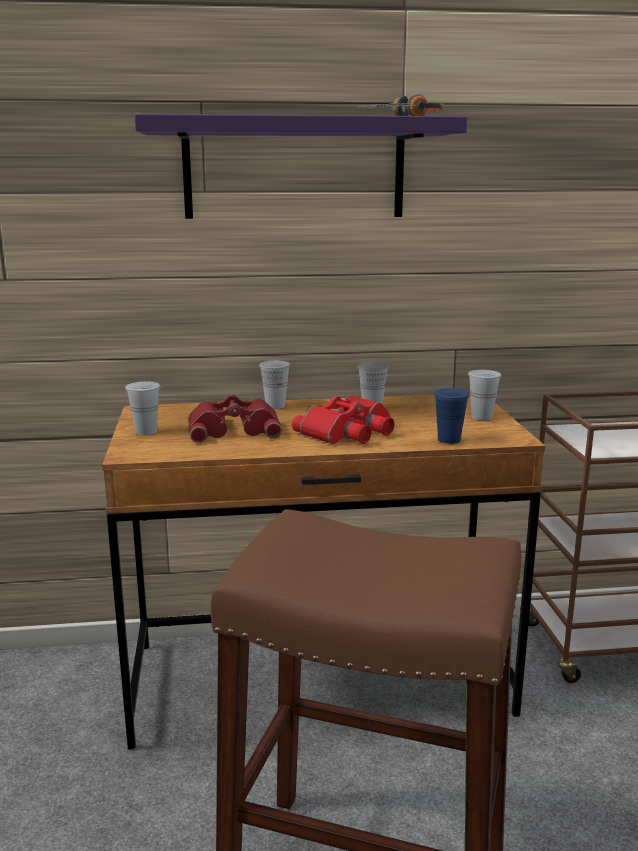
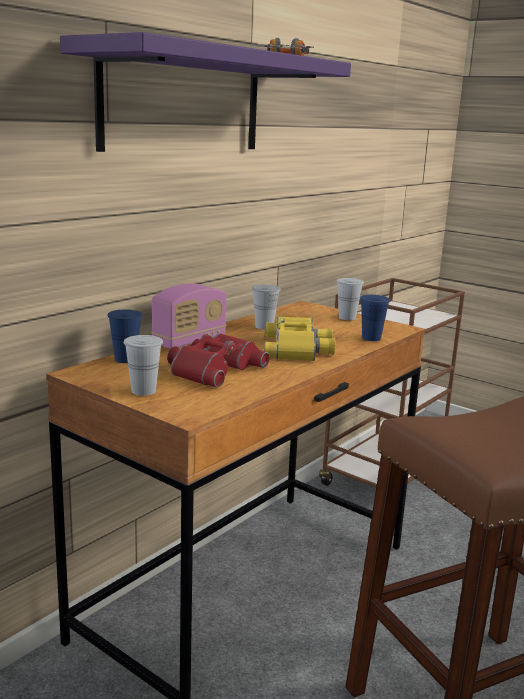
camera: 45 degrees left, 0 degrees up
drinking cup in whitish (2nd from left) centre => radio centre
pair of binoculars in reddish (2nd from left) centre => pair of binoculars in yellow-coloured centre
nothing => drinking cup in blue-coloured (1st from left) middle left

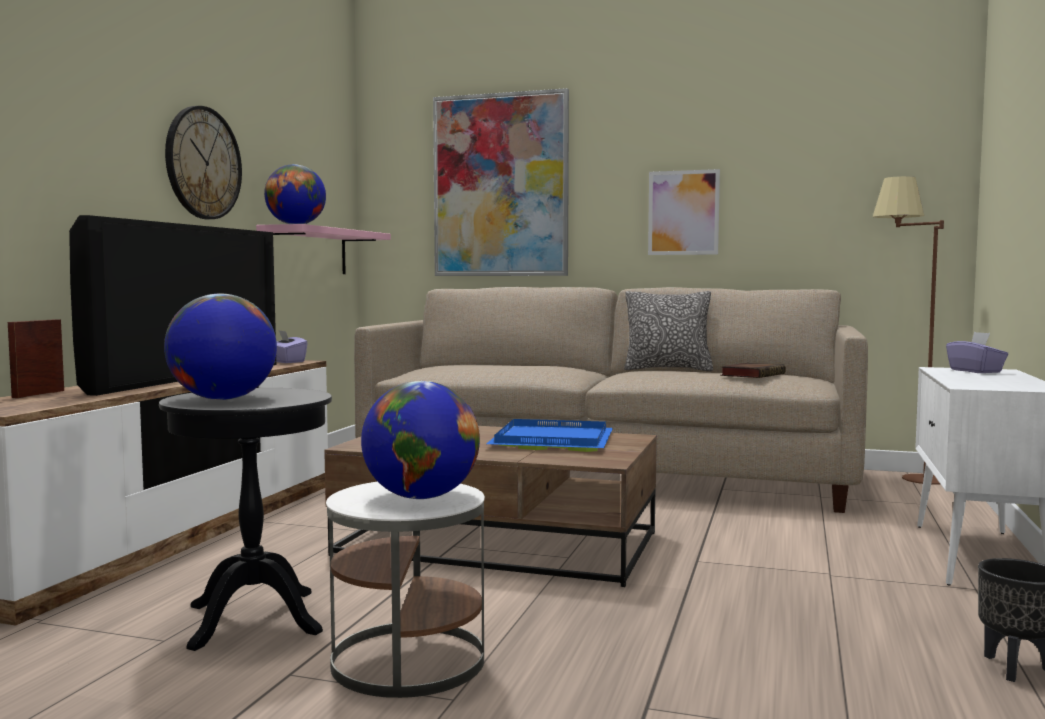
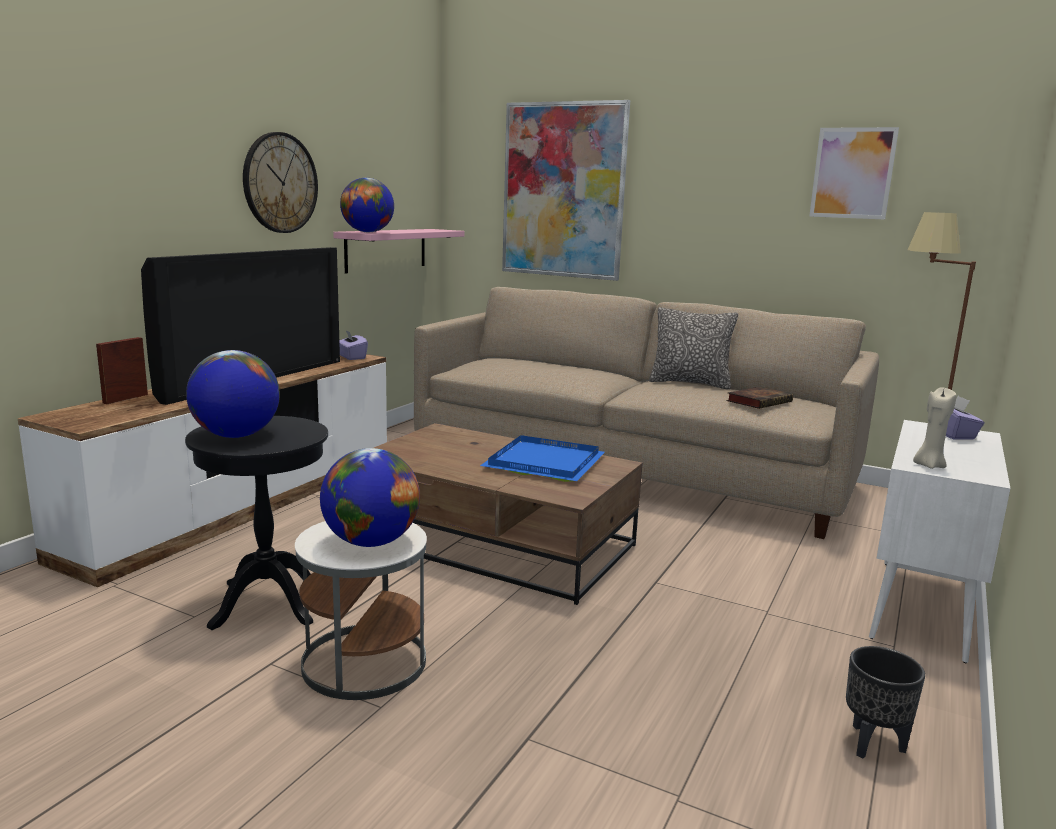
camera: 10 degrees right, 10 degrees up
picture (2nd from left) top centre => picture (2nd from left) top right, move
nothing => candle in sand-coloured middle right

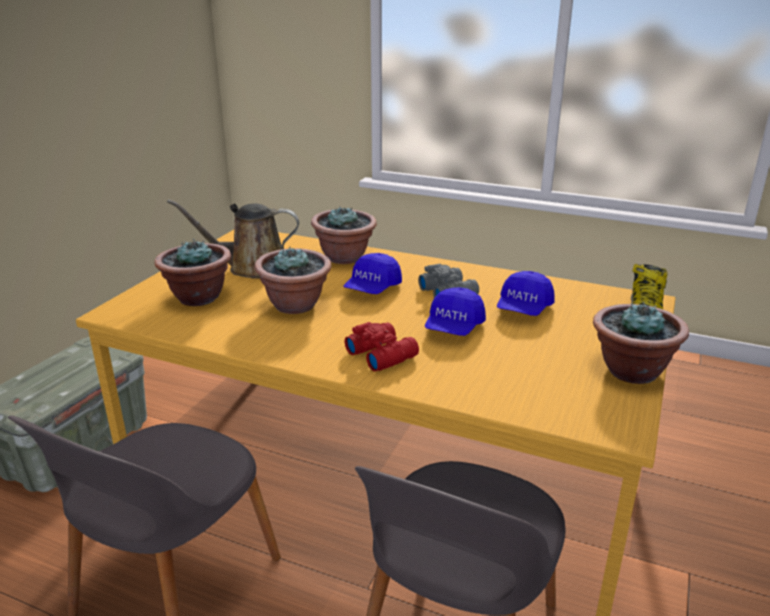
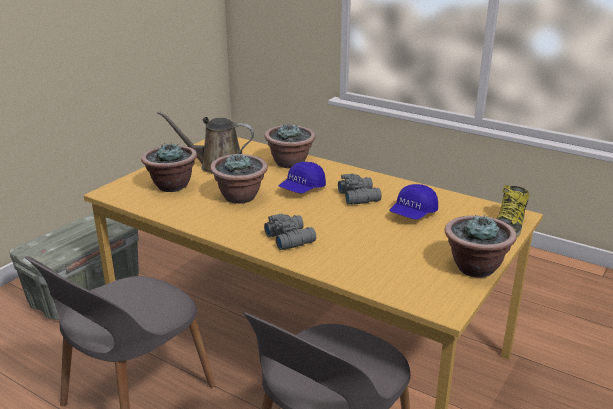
camera: 10 degrees right, 0 degrees up
pair of binoculars in reddish centre => pair of binoculars in greyish (1st from left) centre
cap in blue-coloured (2nd from left) centre => nothing

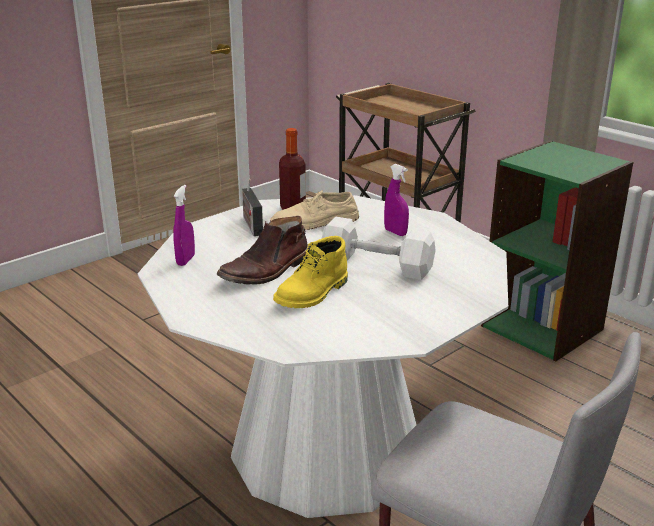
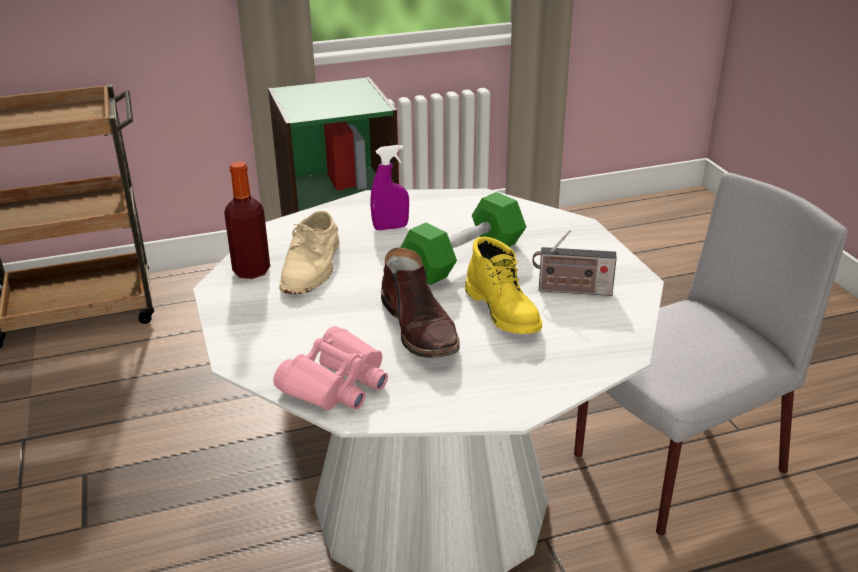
camera: 65 degrees left, 5 degrees up
sprayer in purple (1st from left) middle left => pair of binoculars in pink-coloured centre
radio centre => radio middle right, move
free weight in whitish centre => free weight in greenish centre

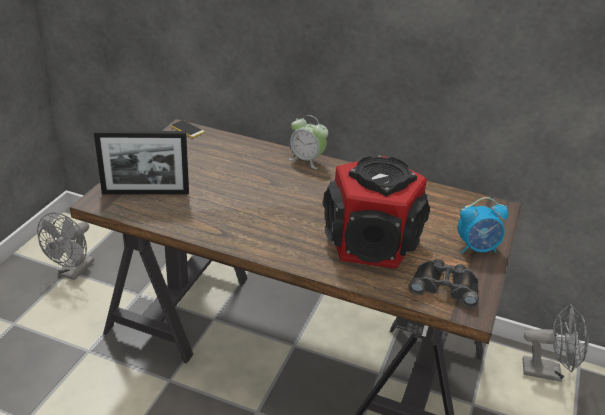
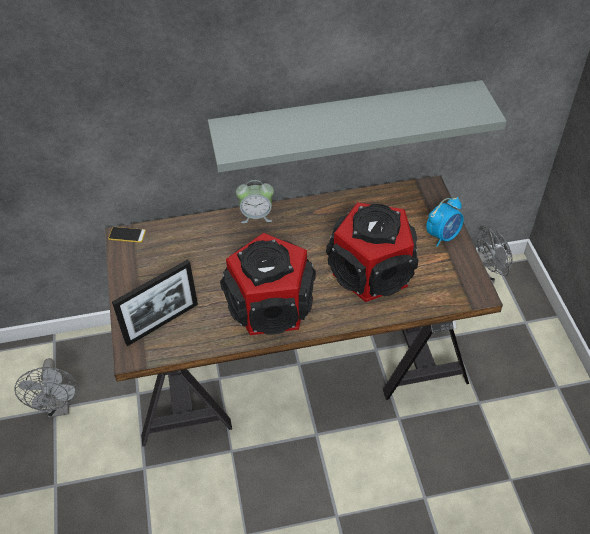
camera: 30 degrees left, 15 degrees up
pair of binoculars in black bottom right => nothing
nothing => wall shelf in greyish top centre
nothing => speaker (1st from left) centre

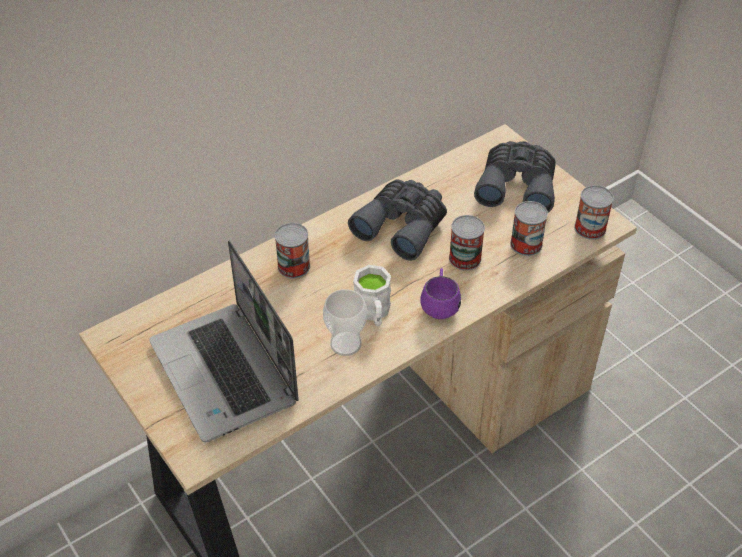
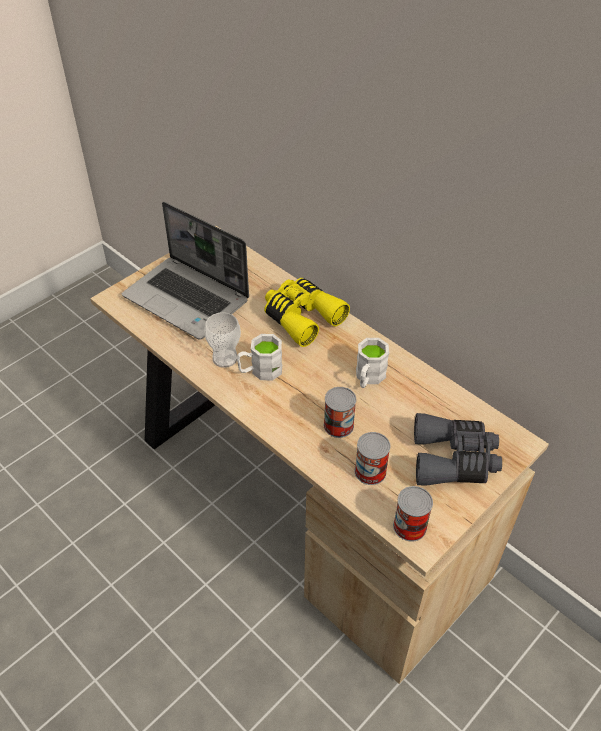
camera: 80 degrees right, 0 degrees up
portable computer middle left, 105 degrees counterclockwise
metal can (1st from left) centre => pair of binoculars in yellow-coloured centre
pair of binoculars in greyish (1st from left) centre => tea mug in whitish (2nd from left) centre
tea mug in purple centre => nothing

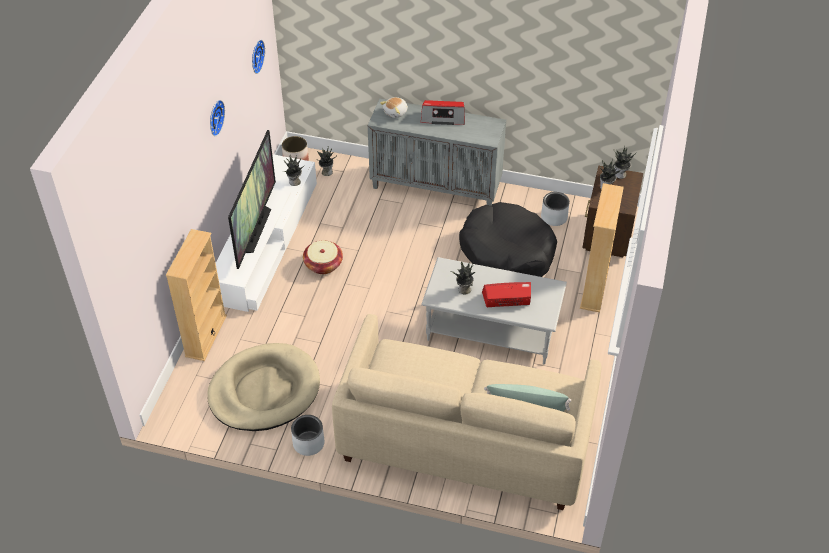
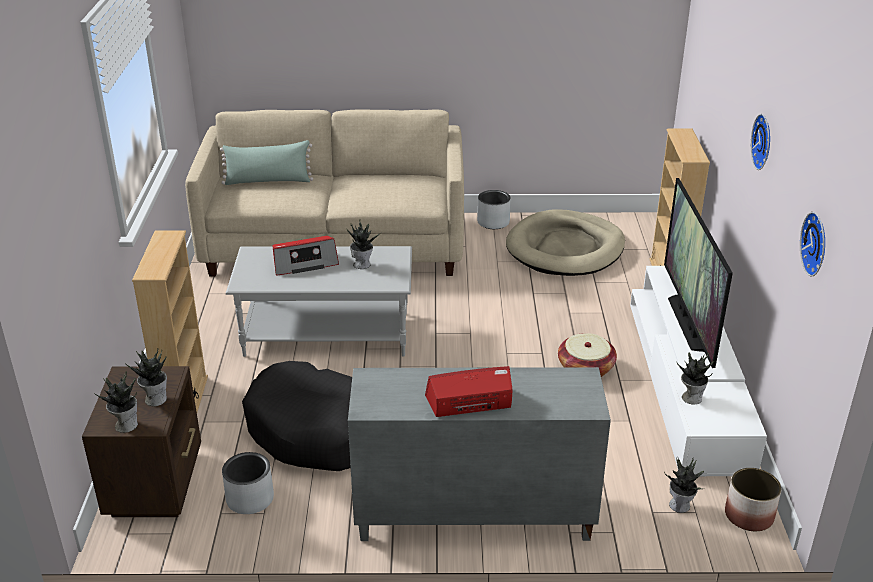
camera: 165 degrees right, 15 degrees down
plush toy top centre => nothing

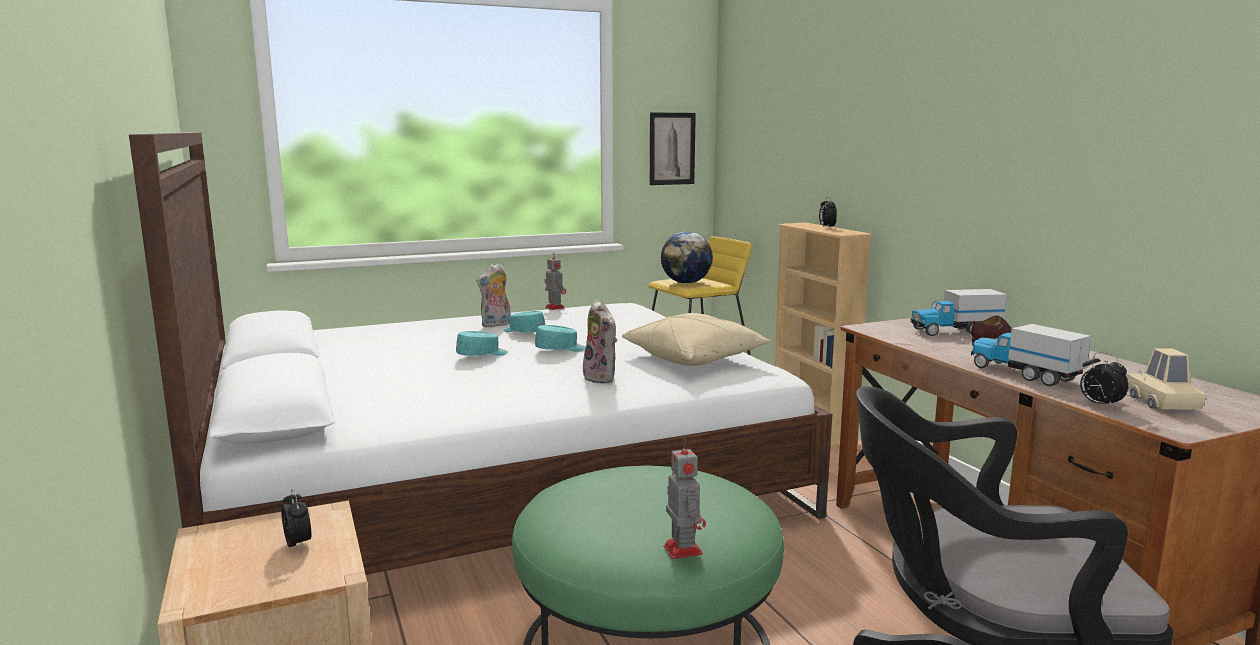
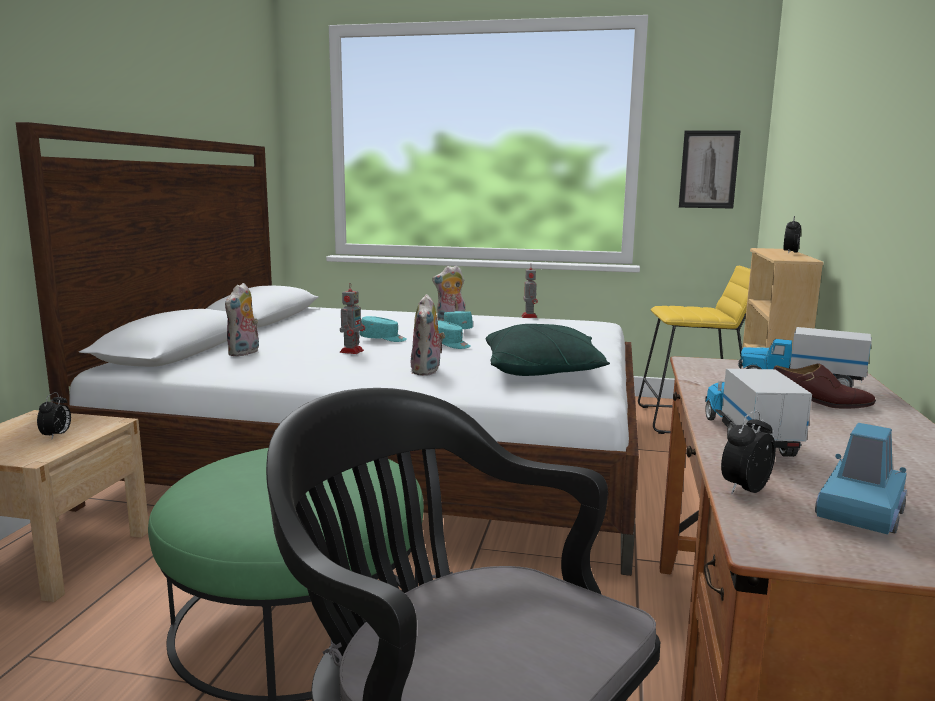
camera: 35 degrees right, 0 degrees up
cushion in sand-coloured centre => cushion in greenish centre
desk globe centre => nothing
toy robot (2nd from left in the first image) bottom centre => toy robot (1st from left) centre, move
table clock (3rd from left in the first image) middle right => table clock (2nd from left) middle right, 45 degrees clockwise
model car in sand-coloured middle right => model car in blue-coloured bottom right
nothing => plush toy (1st from left) middle left

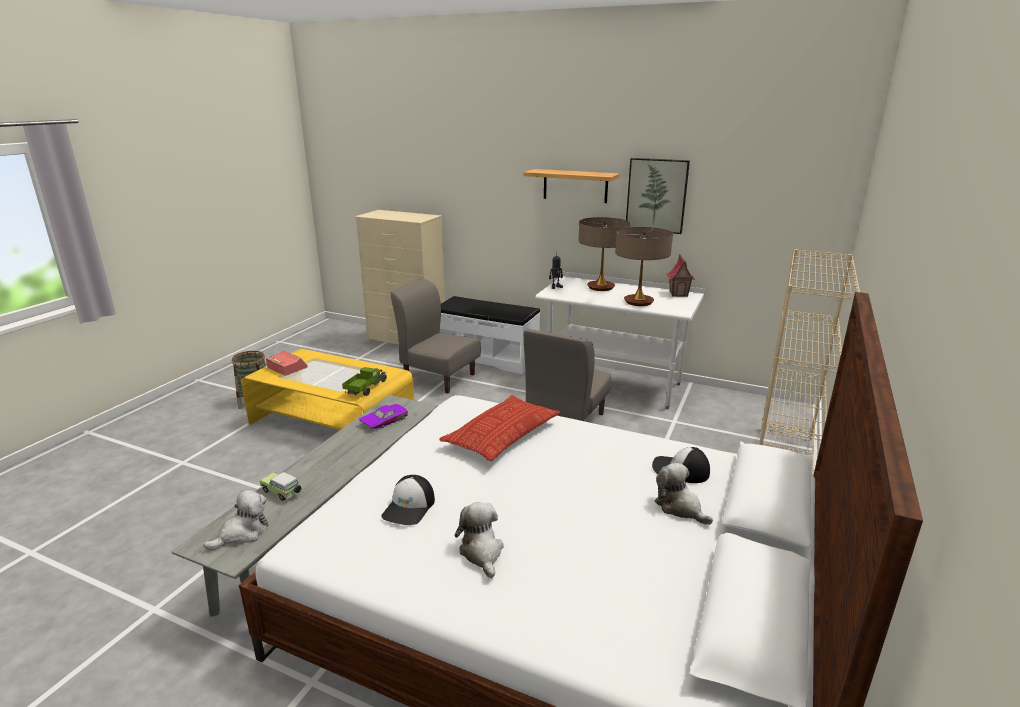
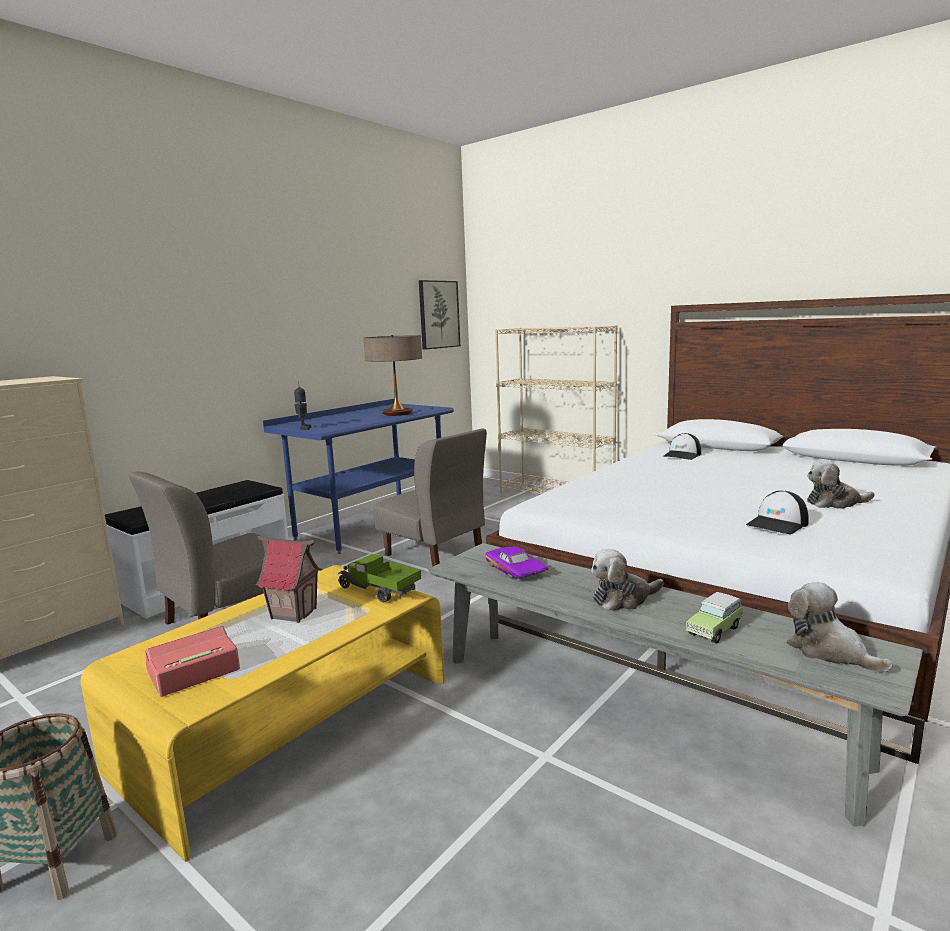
camera: 75 degrees left, 10 degrees down
cap (1st from left in the first image) bottom centre => cap (2nd from left) middle right, 105 degrees clockwise
cushion centre => nothing
wall shelf top centre => nothing
desk unit in whitish centre => desk unit in blue-coloured centre
lamp for a table (1st from left) centre => nothing
picture top centre => picture centre, move
plush toy (3rd from left in the first image) bottom right => plush toy (1st from left) centre, move
toy house middle right => toy house middle left, move

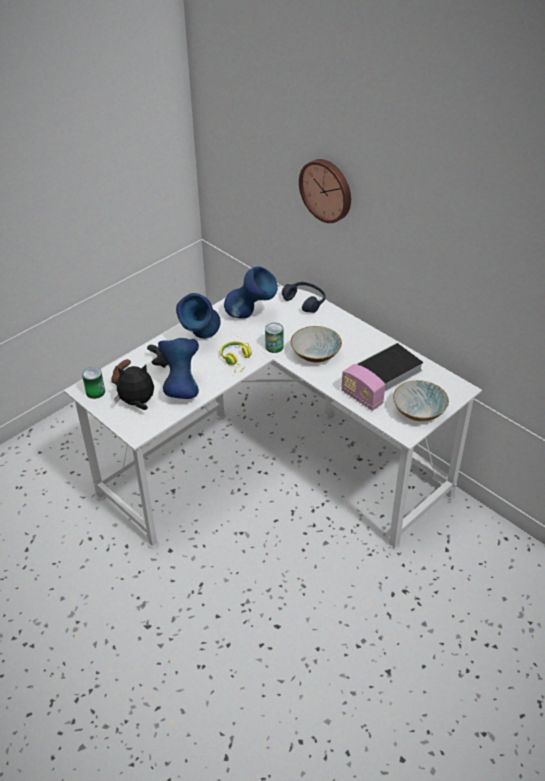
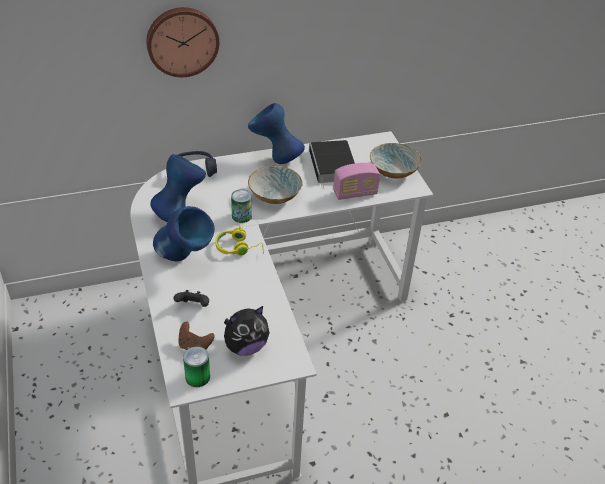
camera: 65 degrees left, 0 degrees up
plush toy middle left => plush toy bottom centre, 135 degrees counterclockwise
vase in blue-coloured (1st from left in the first image) middle left => vase in blue-coloured (3rd from left) top centre, move

